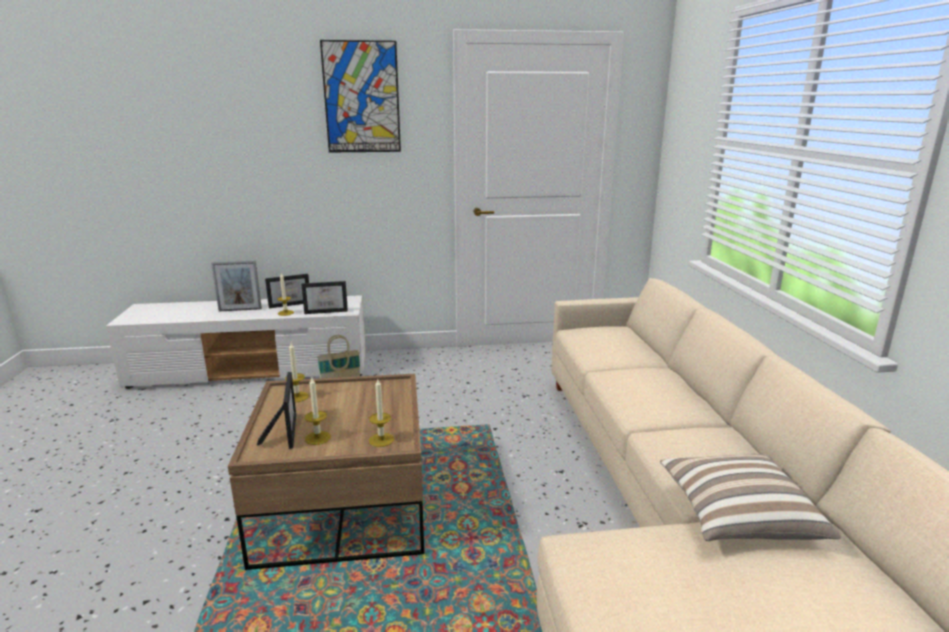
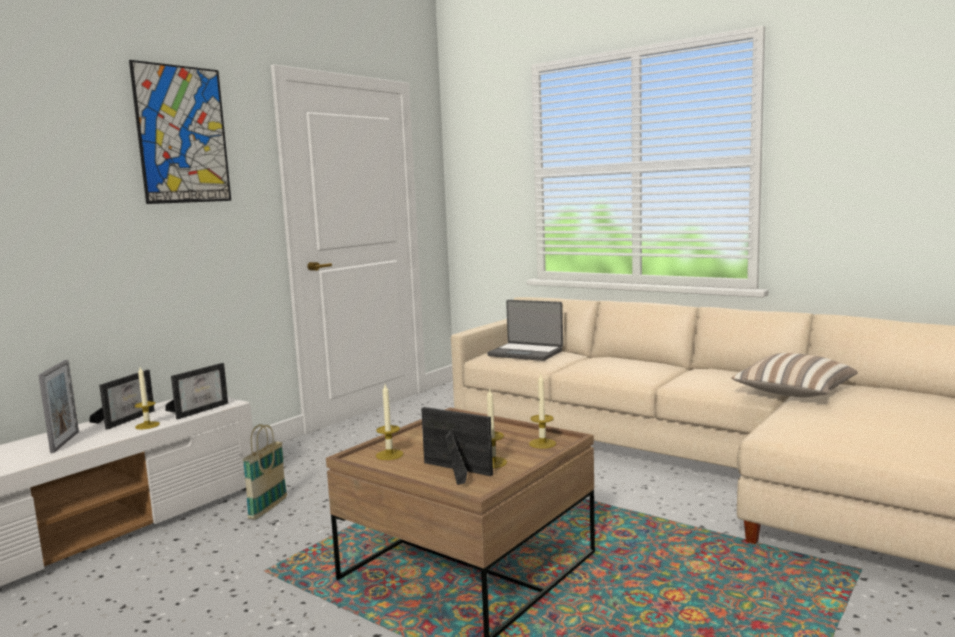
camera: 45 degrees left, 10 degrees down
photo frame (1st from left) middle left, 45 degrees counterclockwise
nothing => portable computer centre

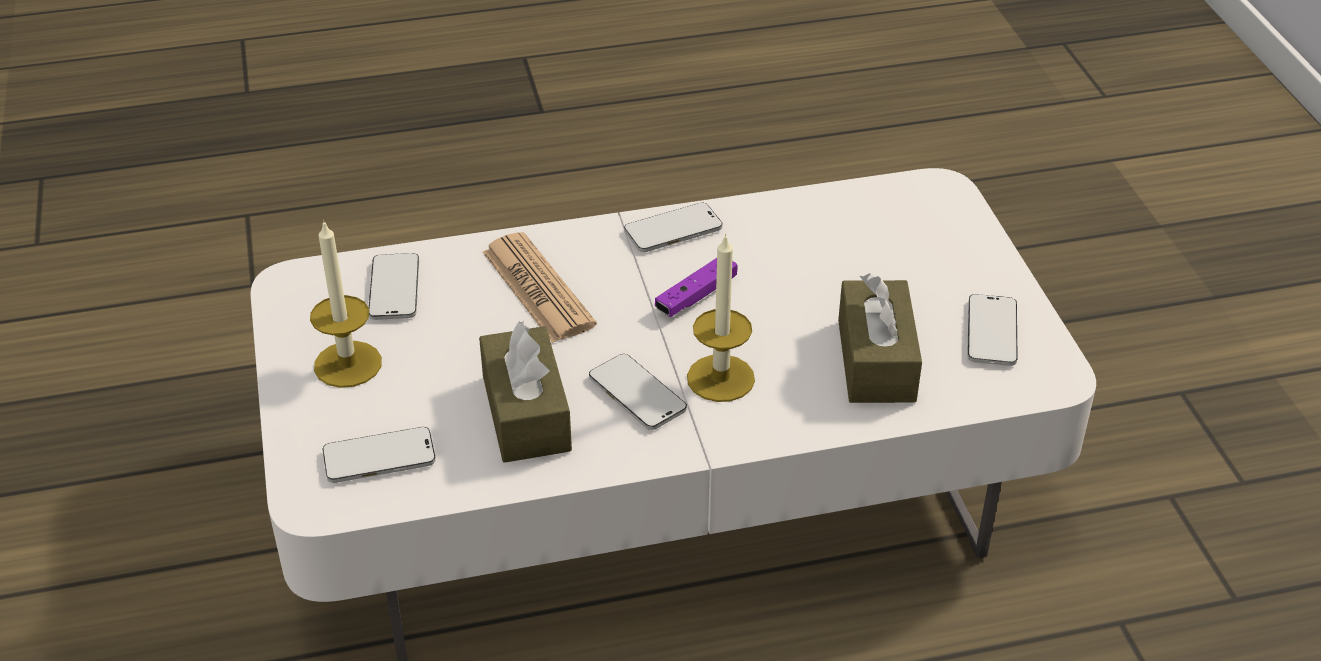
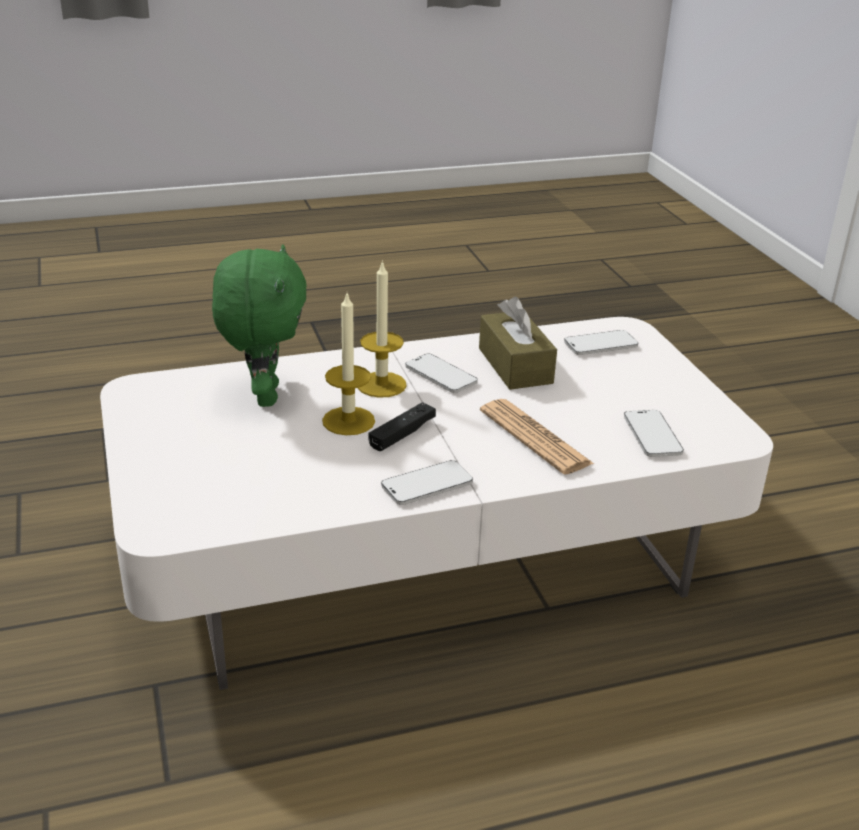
camera: 175 degrees right, 10 degrees down
candle (1st from left) middle left => candle (1st from left) centre, move
joypad in purple centre => joypad in black centre
tissue holder in brown (2nd from left) centre => plush toy in greenish middle left
telephone (5th from left) middle right => nothing

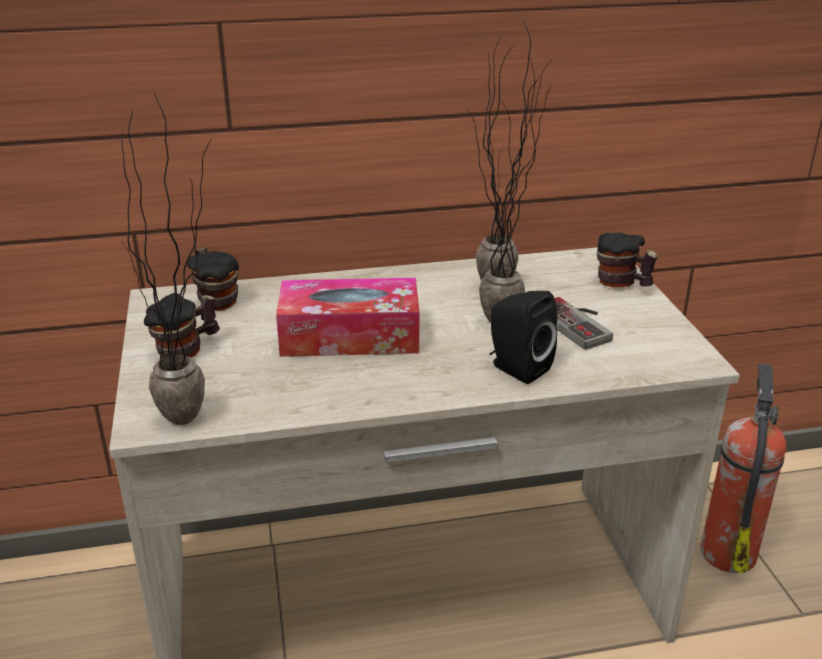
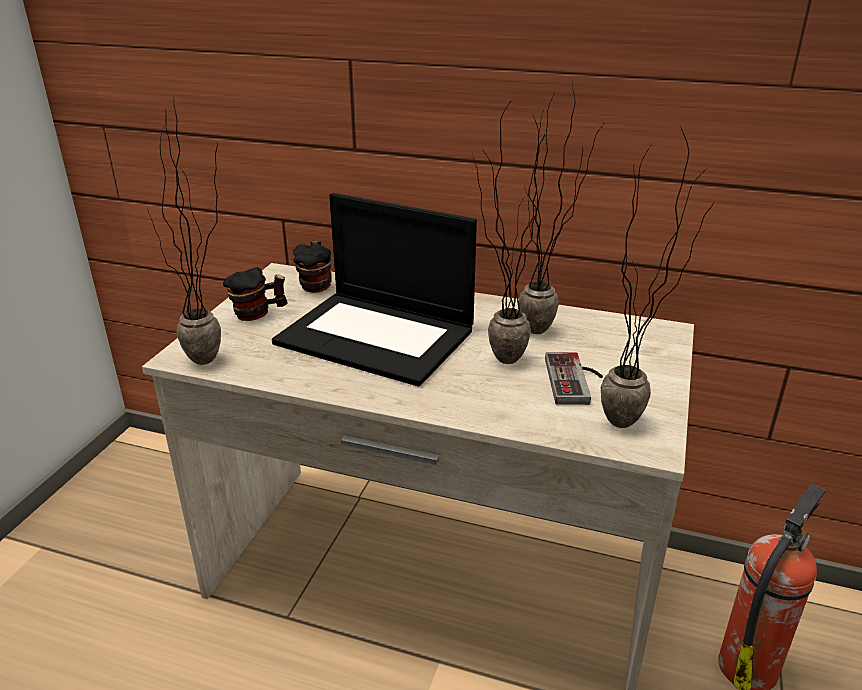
camera: 30 degrees right, 0 degrees up
tissue holder centre => portable computer centre
speaker in black centre => nothing
tea mug (3rd from left) middle right => nothing
nothing => houseplant (4th from left) middle right

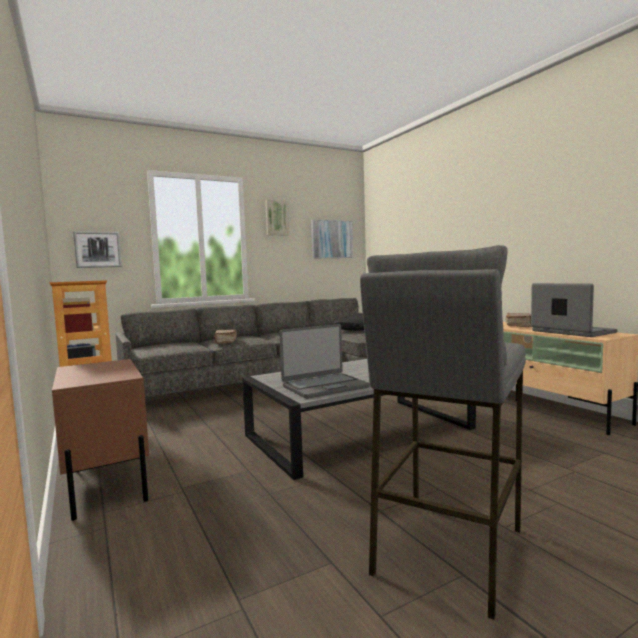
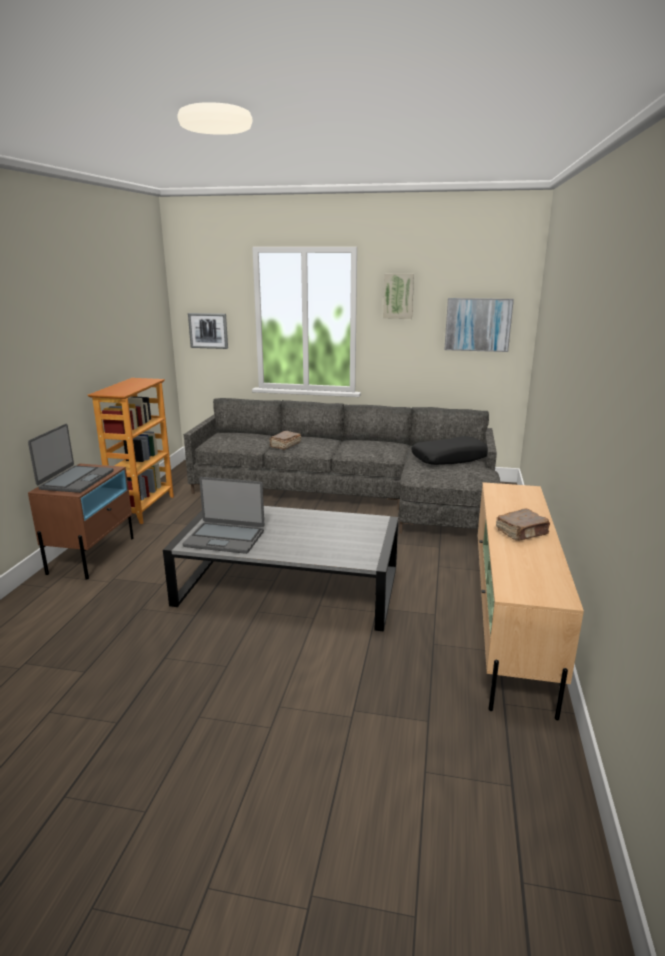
camera: 40 degrees right, 15 degrees up
stool in greyish bottom right => nothing
portable computer (2nd from left in the first image) middle right => portable computer (1st from left) middle left, move

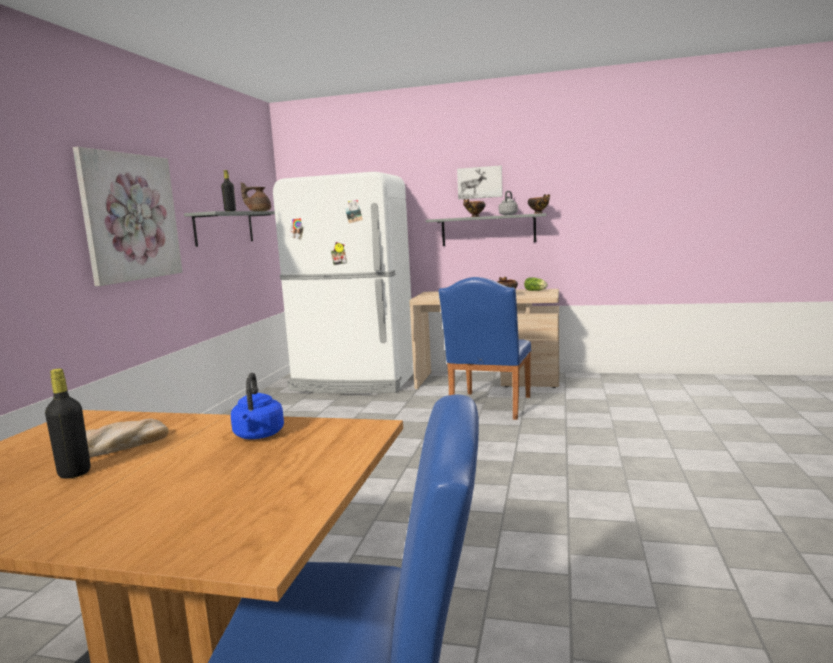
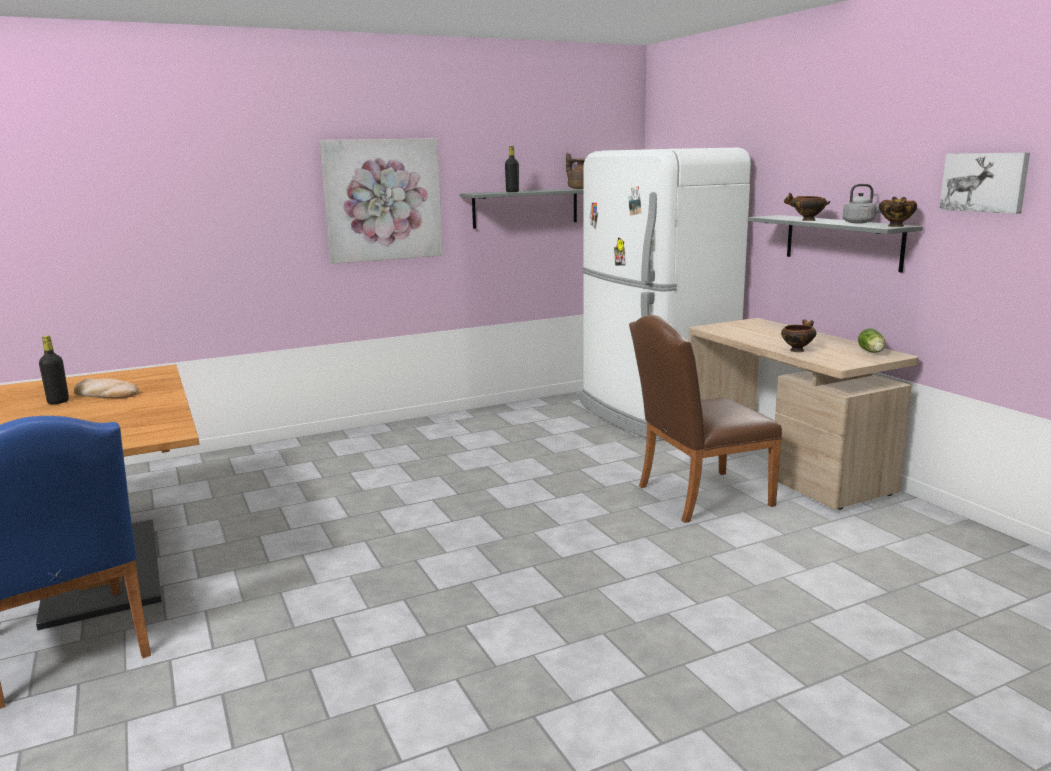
camera: 50 degrees right, 5 degrees up
kettle in blue-coloured middle left => nothing
plain chair in blue-coloured (2nd from left) centre => plain chair in brown middle right
picture (2nd from left) top centre => picture (2nd from left) top right, move

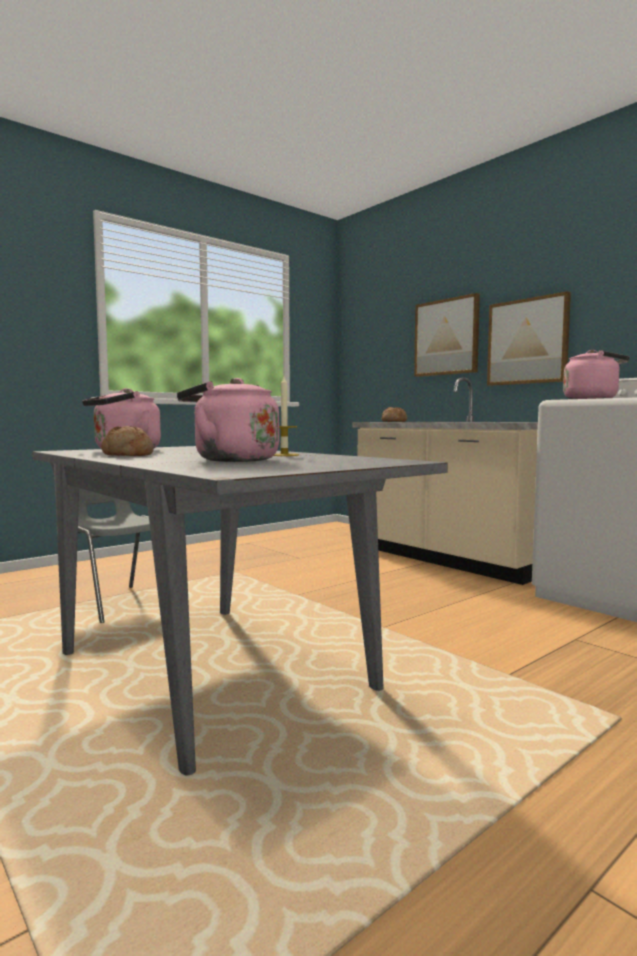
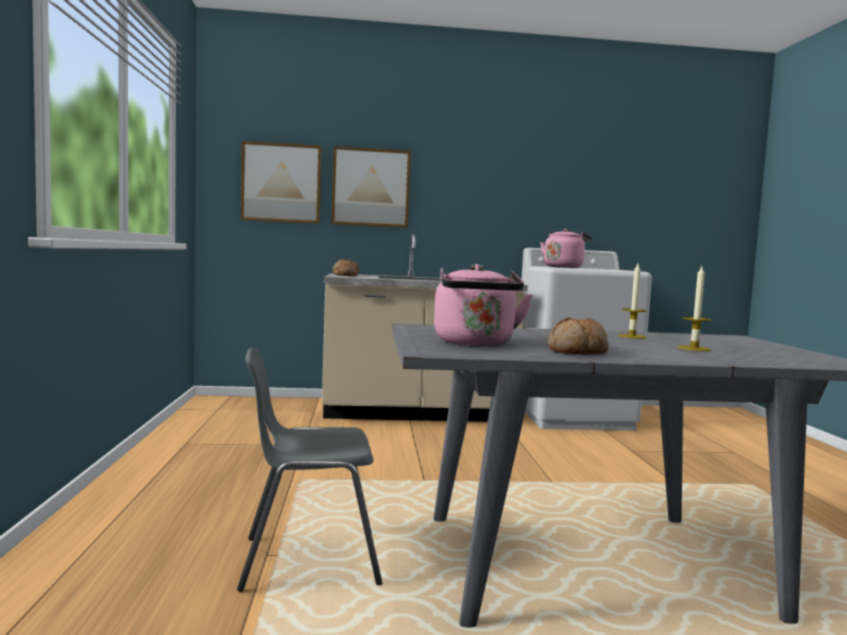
camera: 55 degrees left, 0 degrees up
kettle in pink-coloured (2nd from left) centre => candle (2nd from left) middle right
picture (2nd from left in the first image) middle right => picture (1st from left) top left, move

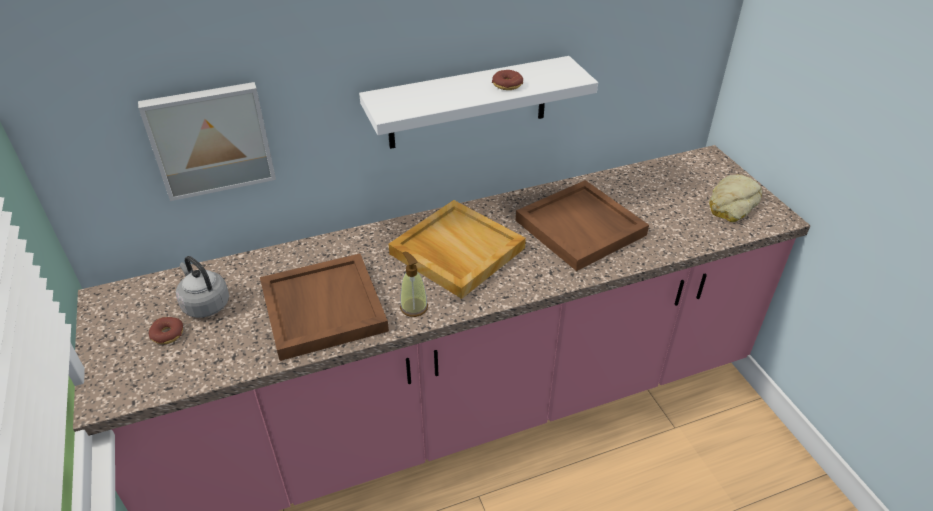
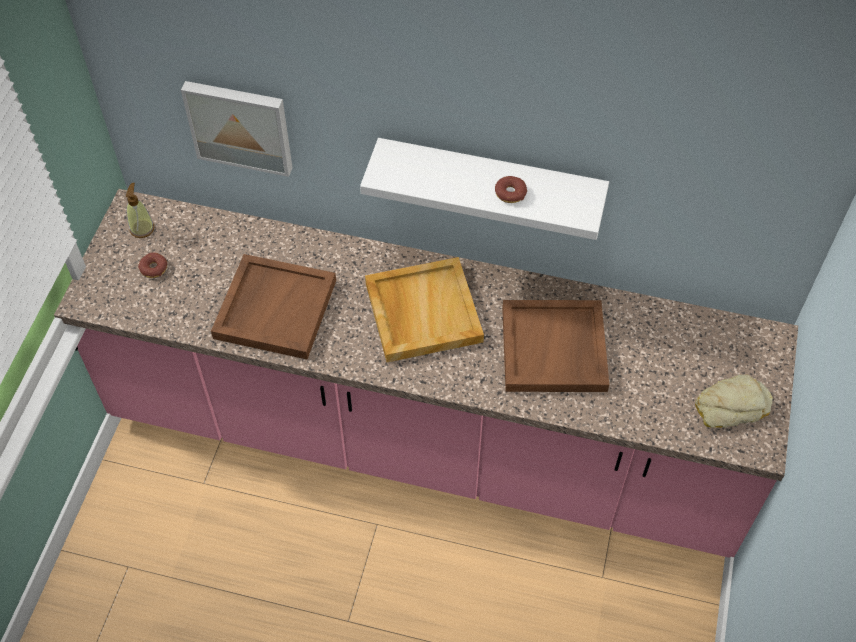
camera: 35 degrees right, 15 degrees up
kettle in greyish middle left => nothing
soap bottle centre => soap bottle top left, move

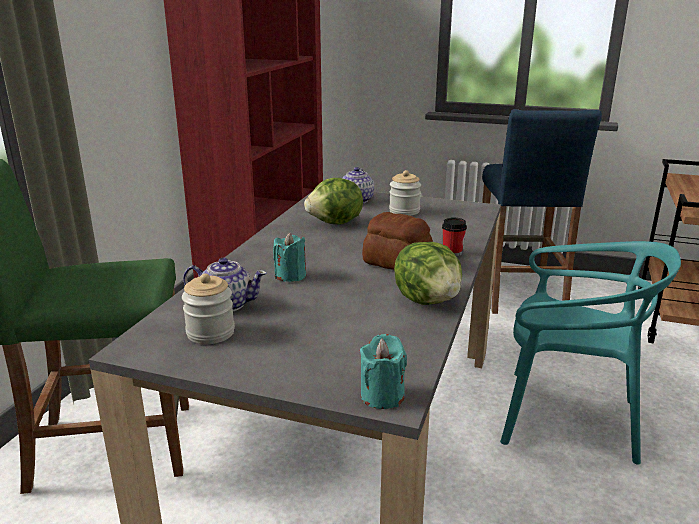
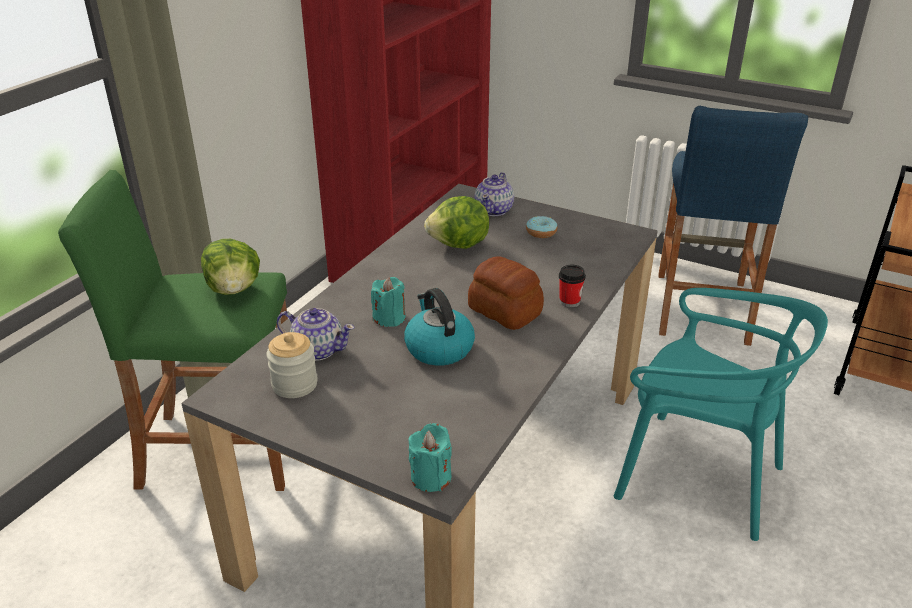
camera: 10 degrees right, 10 degrees up
jar (2nd from left) centre => ring doughnut centre
lettuce head (2nd from left in the first image) centre => lettuce head (1st from left) middle left, move
nothing => kettle centre

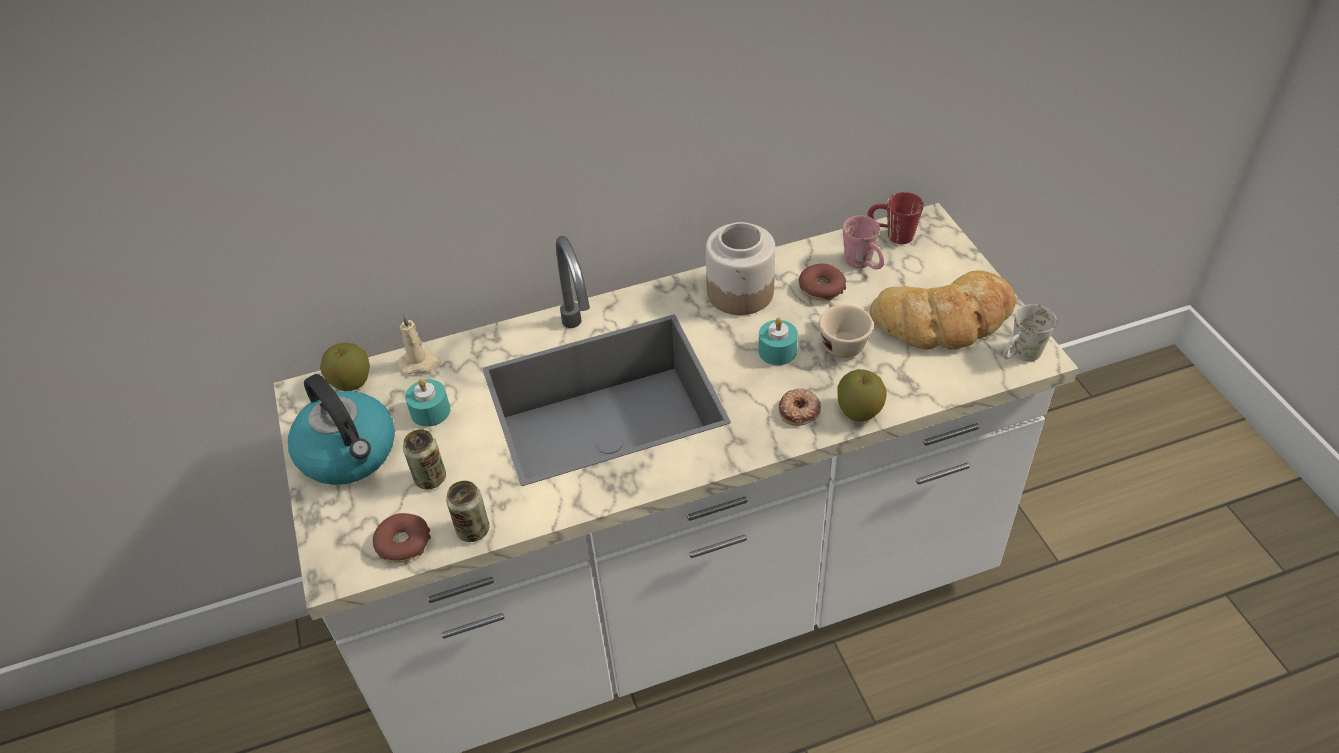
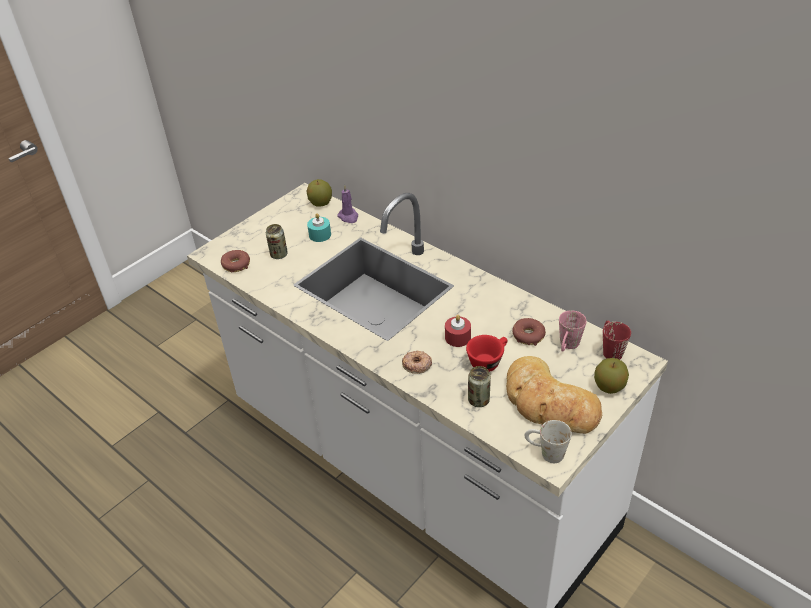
camera: 60 degrees right, 5 degrees down
kettle middle left => nothing
candle in sand-coloured middle left => candle in purple centre
metal can (2nd from left) bottom centre => metal can (2nd from left) centre, move
jar centre => nothing
candle in turquoise-coloured (2nd from left) centre => candle in reddish centre
drinking cup in sand-coloured centre => drinking cup in reddish centre
apple fruit (2nd from left) centre => apple fruit (2nd from left) middle right, move

